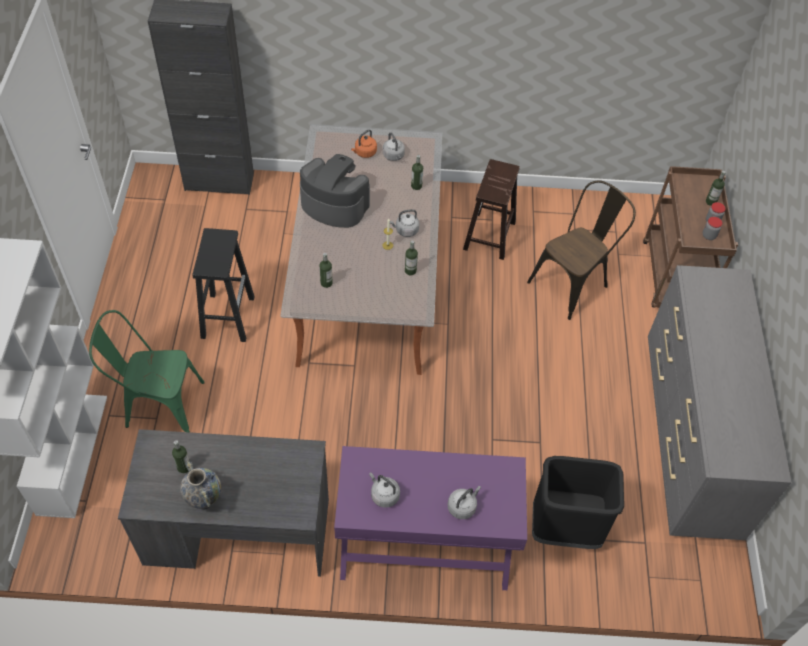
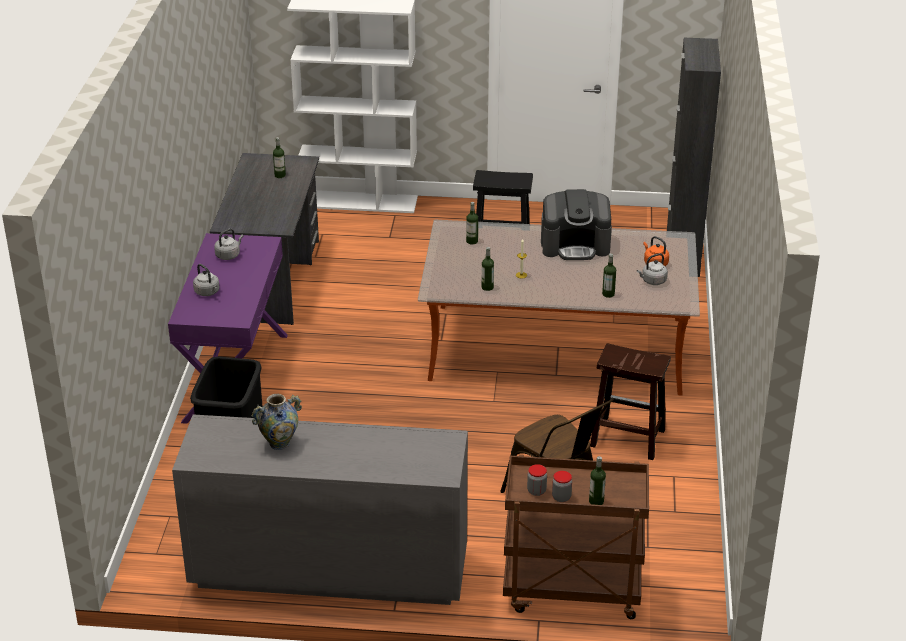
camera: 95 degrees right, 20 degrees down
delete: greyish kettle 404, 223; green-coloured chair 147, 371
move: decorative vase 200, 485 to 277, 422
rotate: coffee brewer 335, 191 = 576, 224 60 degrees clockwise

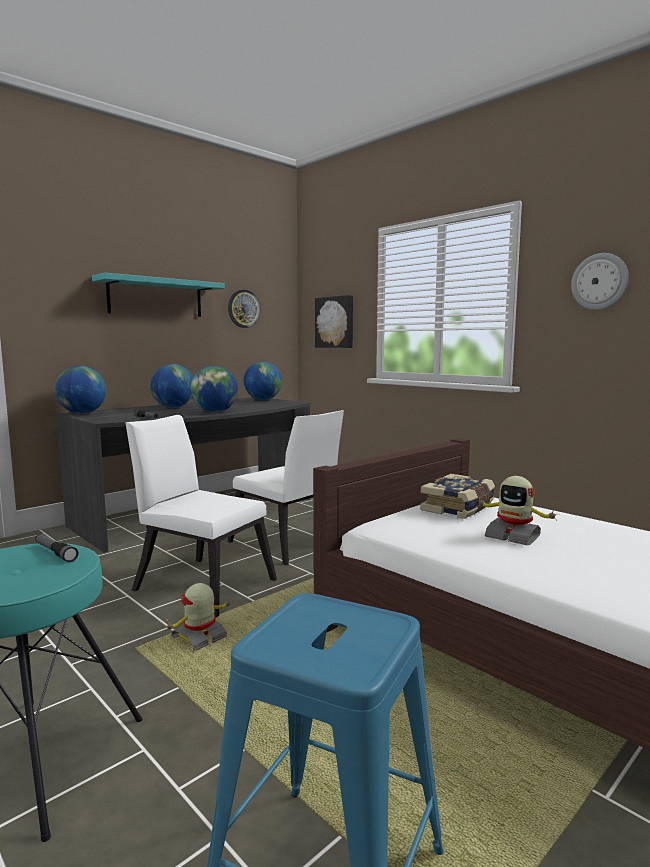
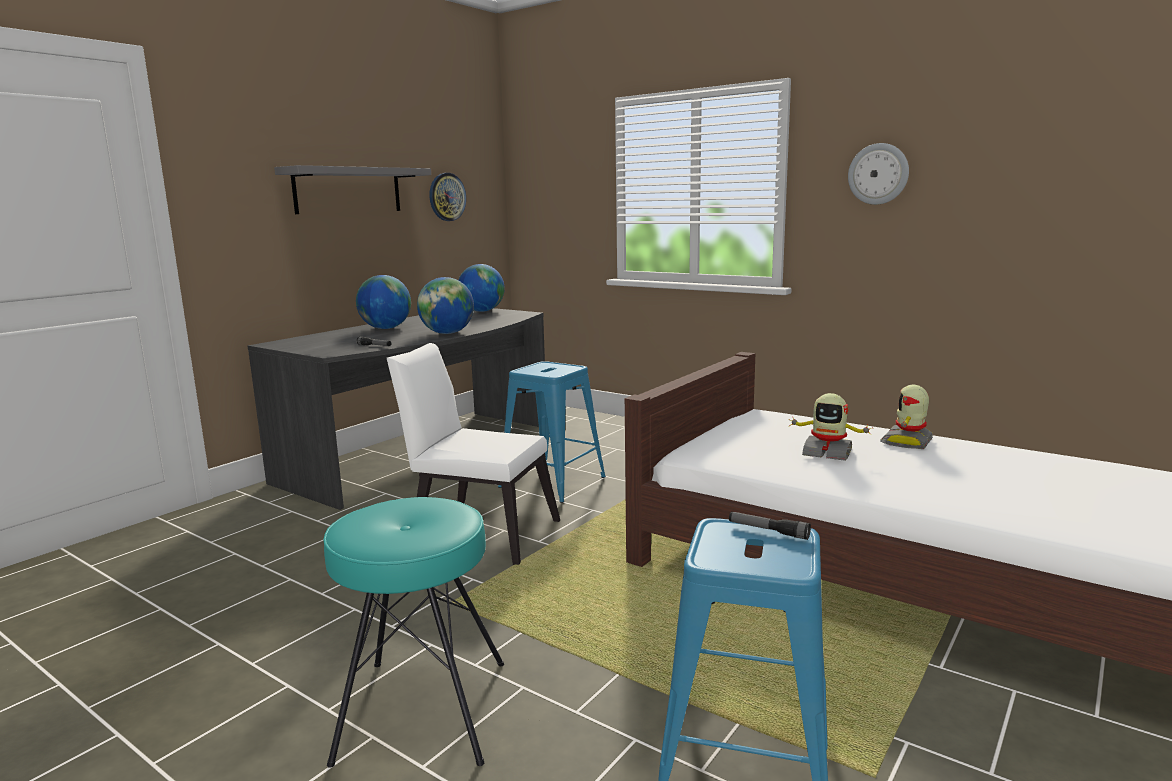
camera: 10 degrees left, 5 degrees up
delete: wall art 334, 321; world globe 81, 390; book 457, 496
move: torch 56, 548 to 770, 526; model robot 199, 617 to 906, 417
replace: white chair 285, 487 to blue-coloured sitting stool 552, 432
recolor: turquoise shelf 158, 295 to greyish shelf 352, 189

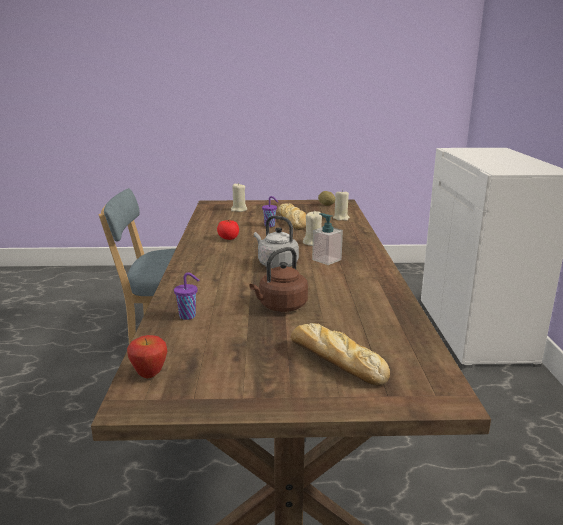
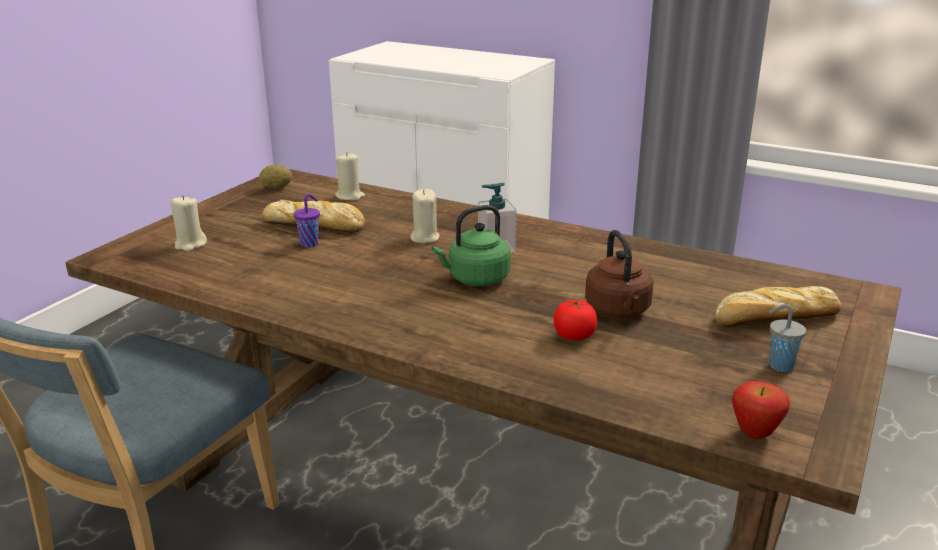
camera: 60 degrees left, 5 degrees up
delete: purple small cup 186, 296
insert: greyish small cup 787, 338
move: fresh tomato 228, 230 to 575, 319
recolor: greyish kettle 276, 241 to green-coloured kettle 470, 245

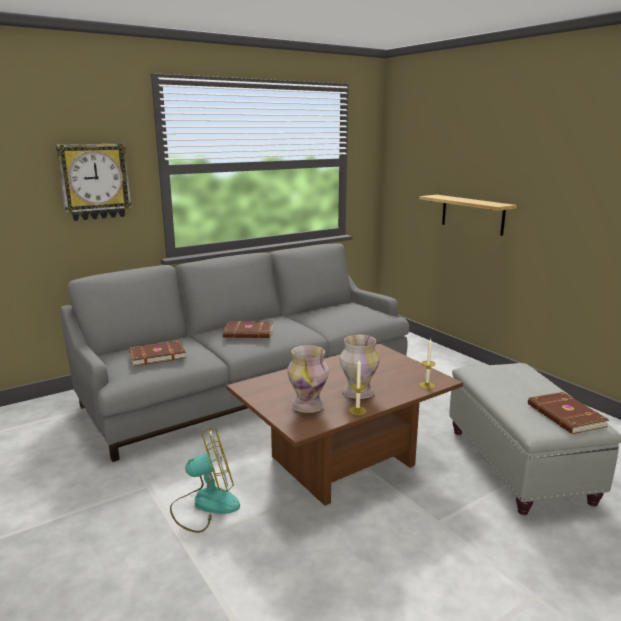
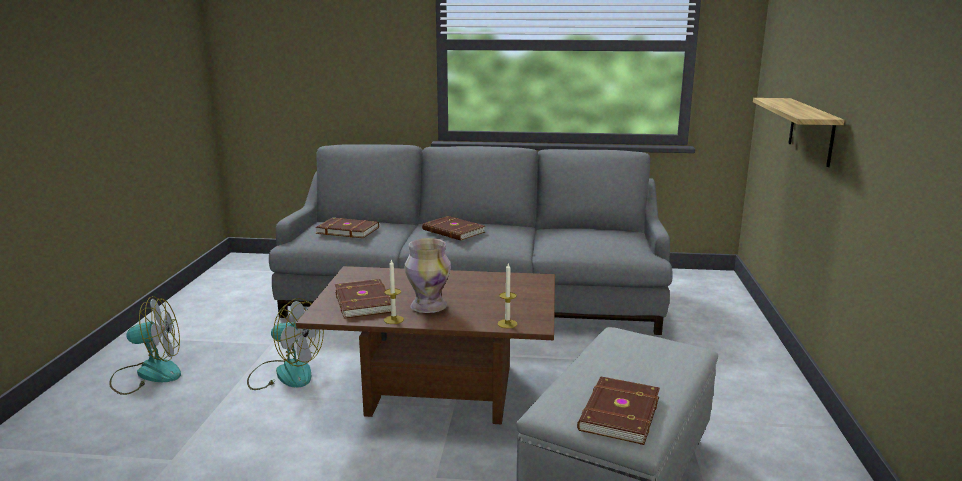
camera: 40 degrees right, 0 degrees up
delete: wall clock 94, 182
insert: electric fan 145, 345
replace: decorative vase 308, 379 to brown book 363, 299

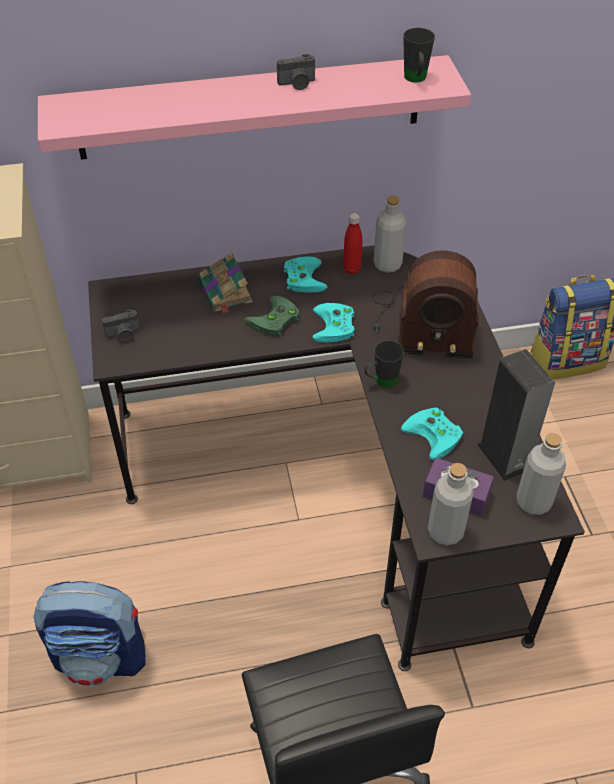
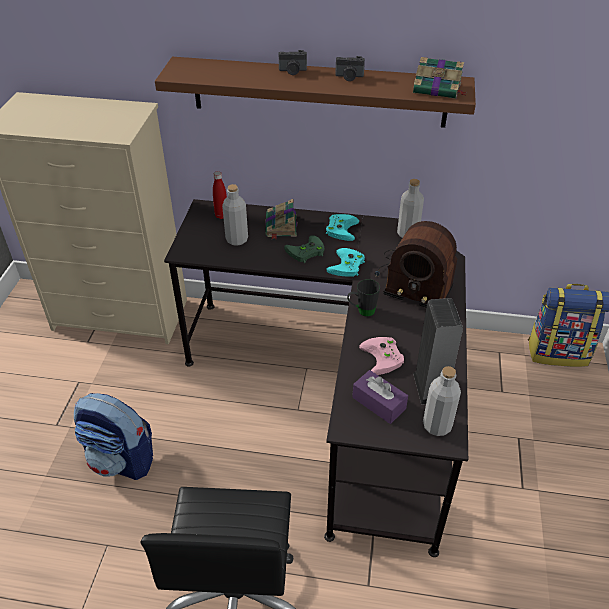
camera: 20 degrees right, 5 degrees down
move: reddish bottle 352, 243 to 220, 195; photo camera 121, 325 to 293, 62; greyish bottle 451, 504 to 235, 215
replace: black coffee mug 419, 55 to book 440, 78
recolor: pinkish shelf 254, 107 to brown shelf 315, 92; turquoise joypad 432, 434 to pinkish joypad 381, 356

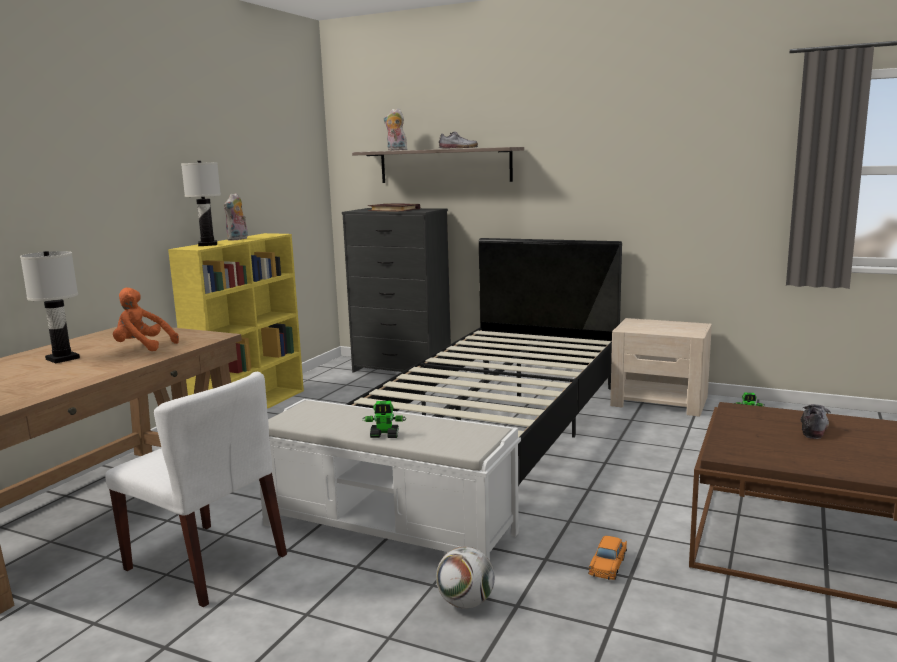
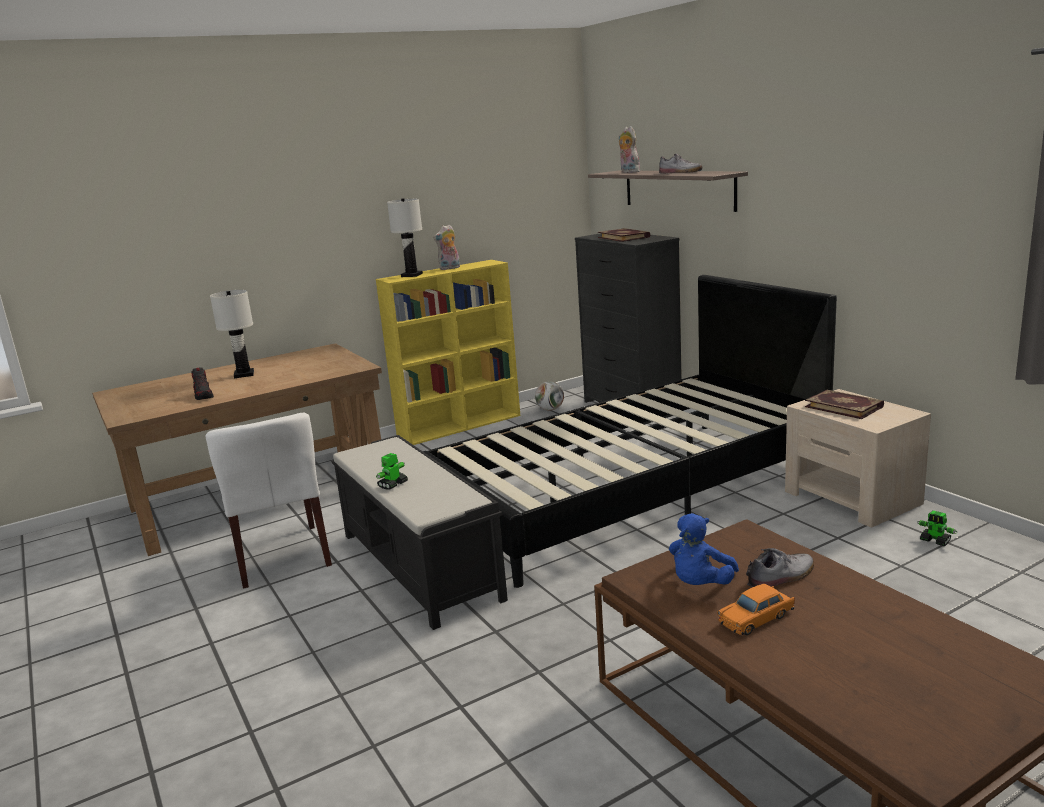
camera: 35 degrees right, 5 degrees up
delete: orangey plush toy 146, 319
insert: item of footwear 202, 383; book 844, 404; blue-coloured plush toy 704, 549
move: orangey model car 607, 558 to 756, 609; football ball 465, 578 to 549, 396
recolor: white indoor bench 390, 479 to black indoor bench 419, 532
rotate: model robot 384, 419 = 392, 471 90 degrees clockwise

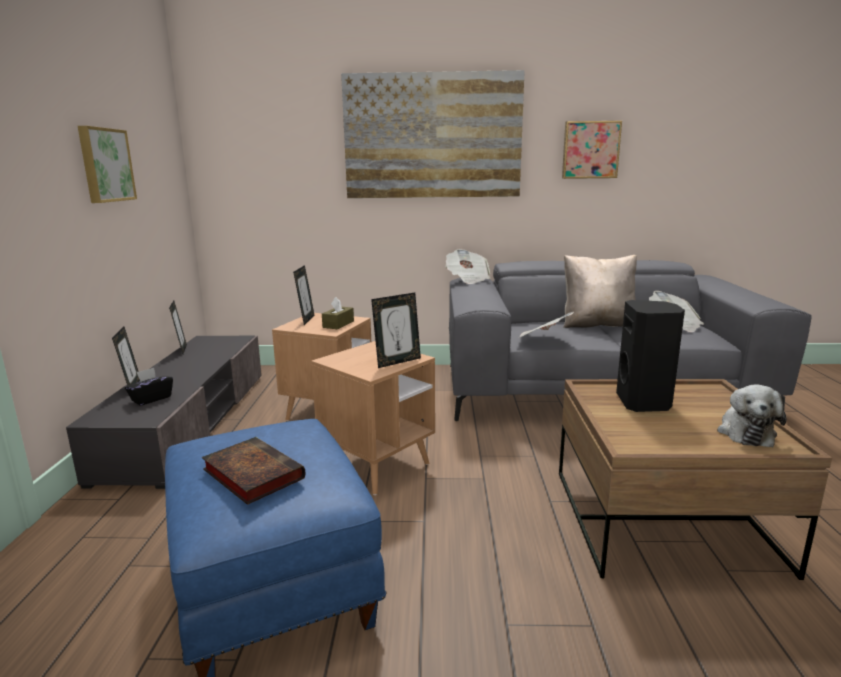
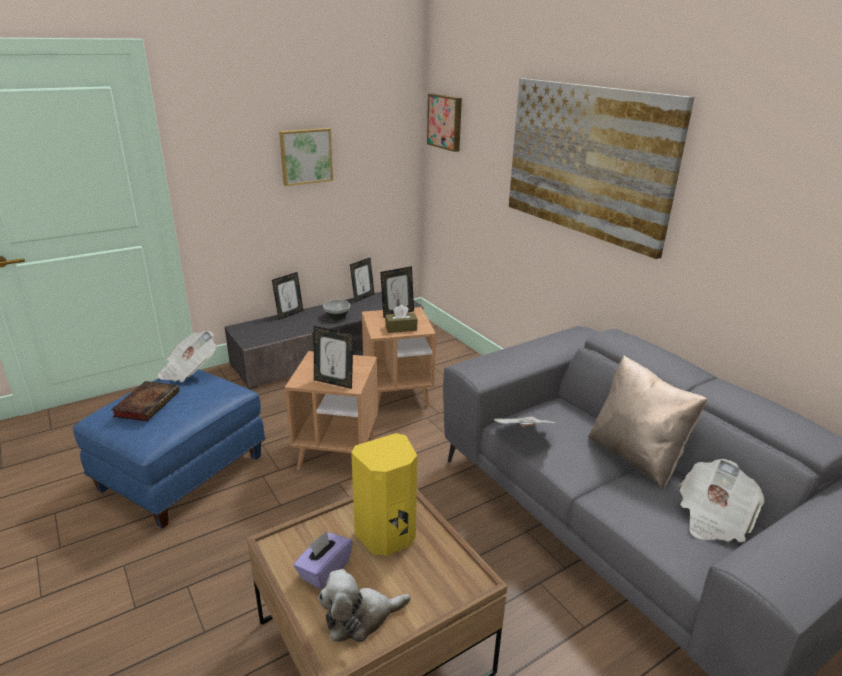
camera: 55 degrees right, 10 degrees up
delete: black tissue holder 149, 387
insert: serving bowl 336, 310; purple tissue holder 323, 559
move: wall art 592, 150 to 444, 122; daily paper 468, 266 to 187, 356
recolor: black speaker 650, 356 to yellowish speaker 384, 494

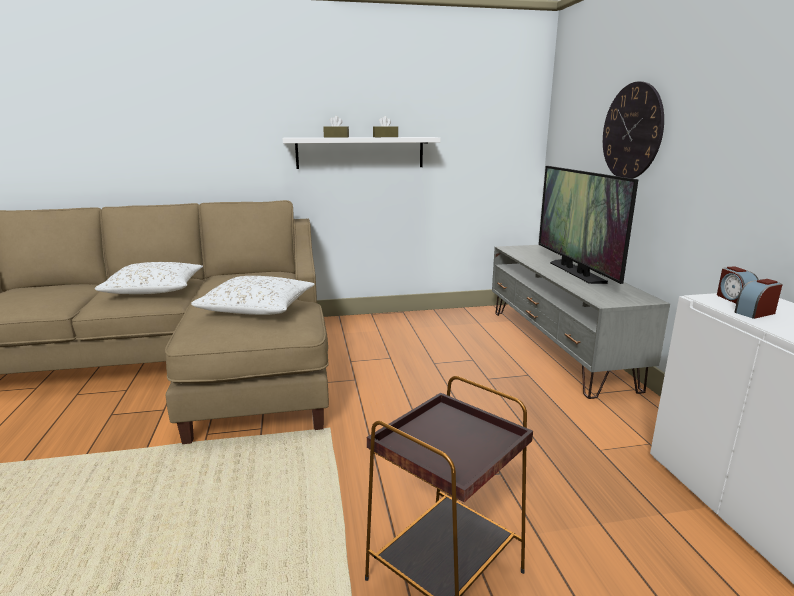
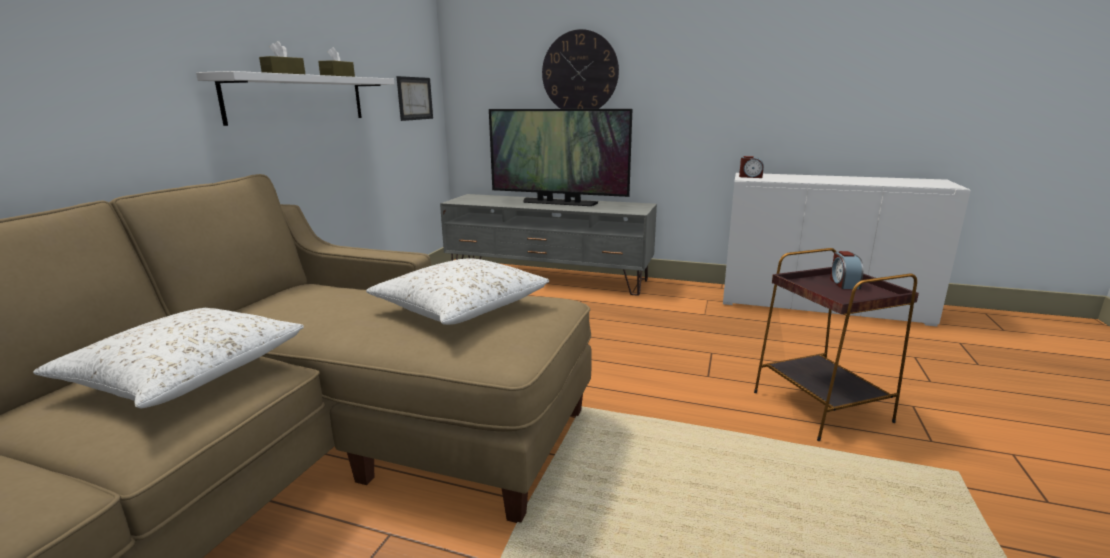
camera: 60 degrees left, 0 degrees up
insert: wall art 414, 98
move: alarm clock 759, 299 to 847, 270

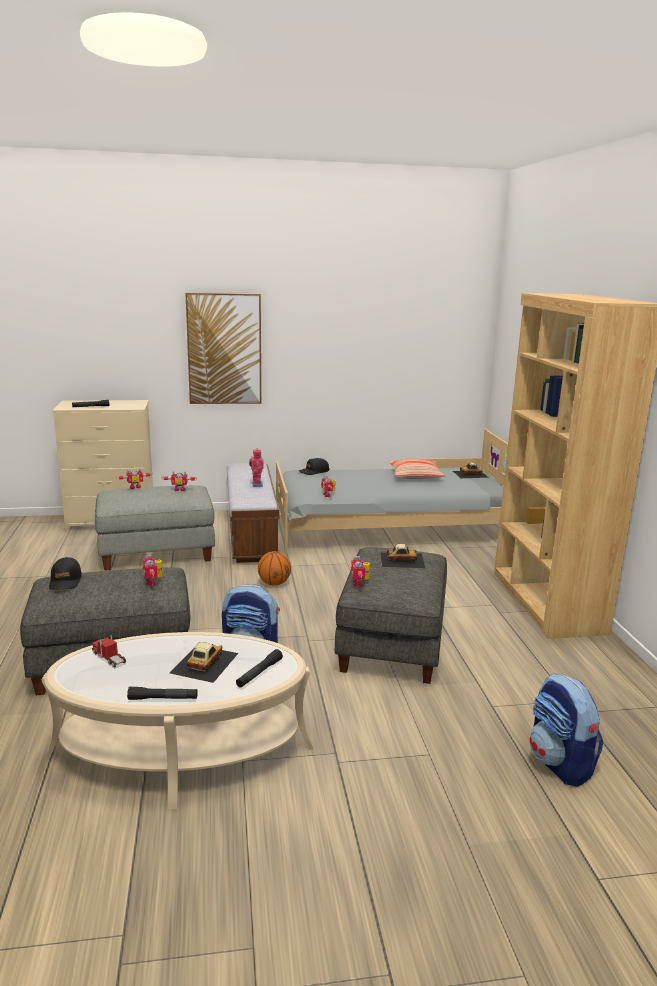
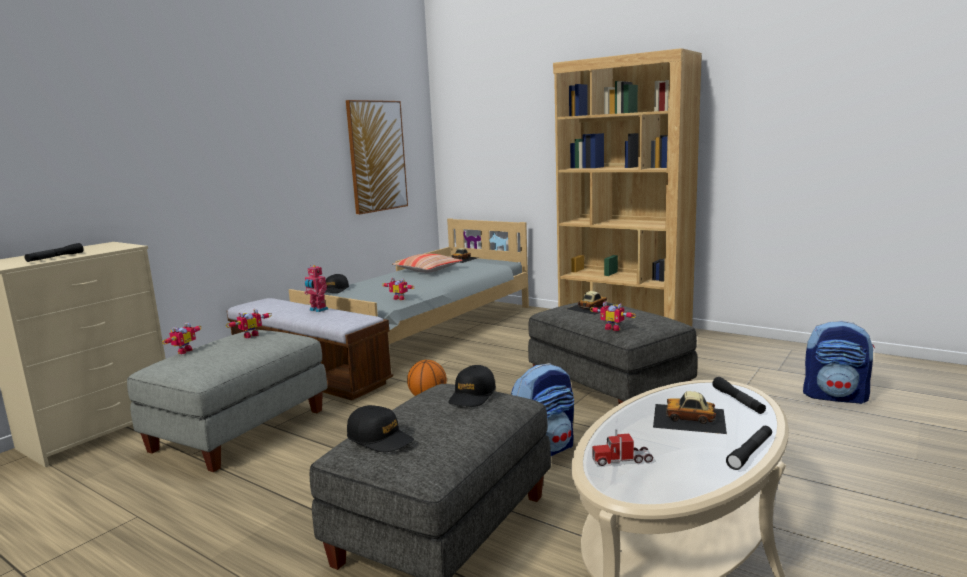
camera: 45 degrees left, 5 degrees down
move: wall art 223, 348 to 377, 157
replace: model robot 153, 570 to black baseball cap 472, 386
rotate: model car 204, 662 = 690, 412 45 degrees counterclockwise

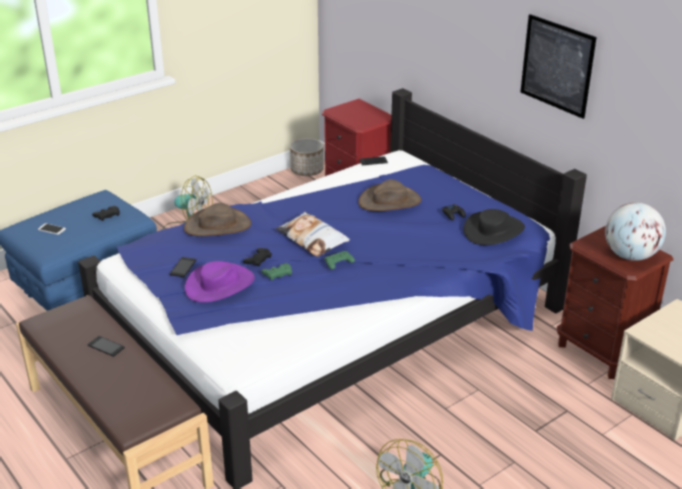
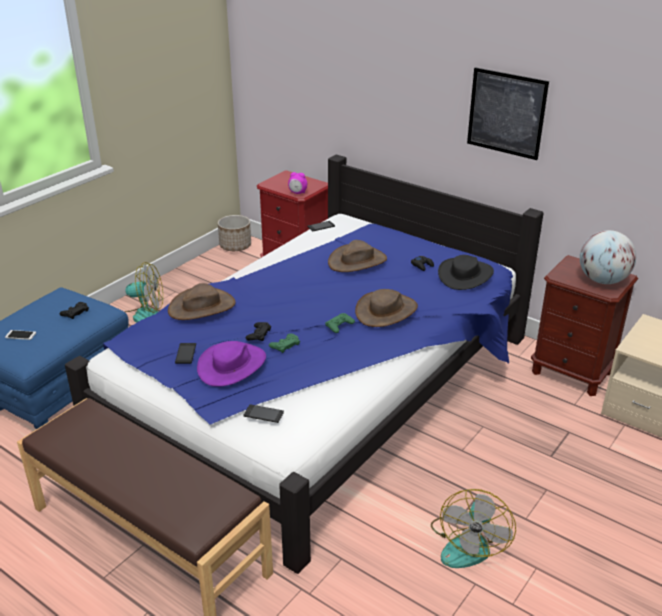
camera: 15 degrees left, 0 degrees up
delete: throw pillow 313, 234
insert: alarm clock 297, 183; brown clothing hat 386, 308
move: phone 106, 346 to 264, 413

